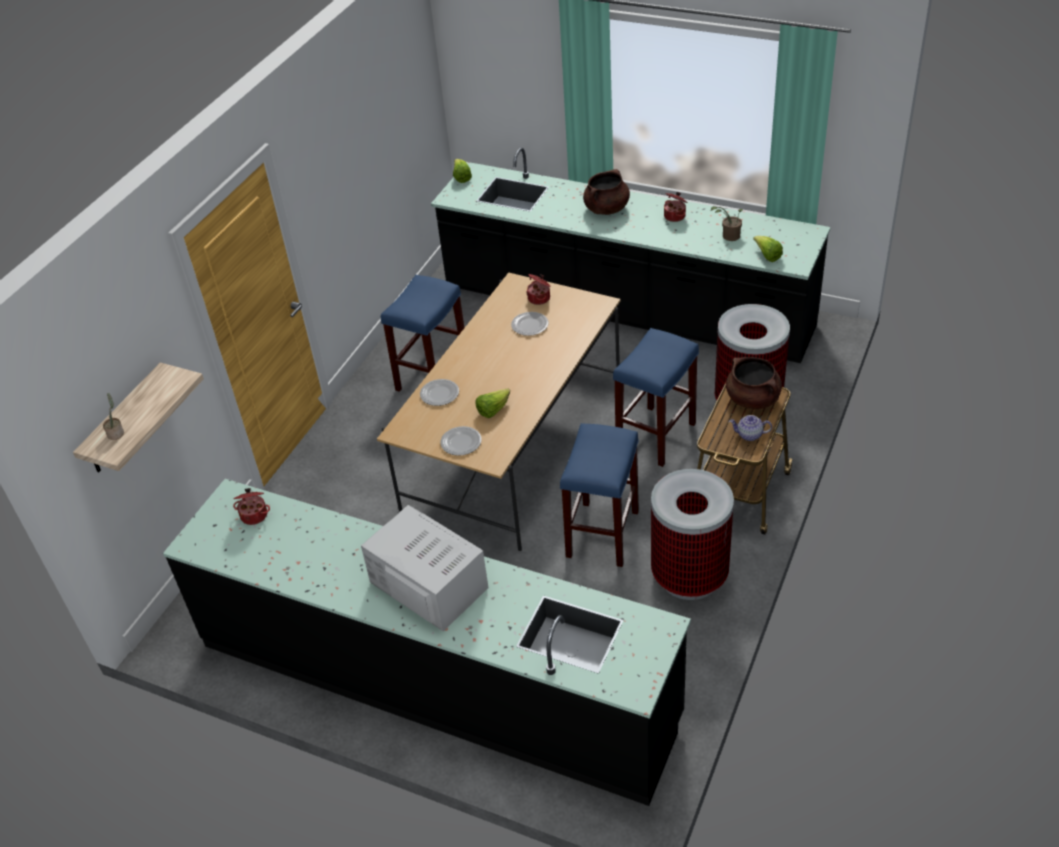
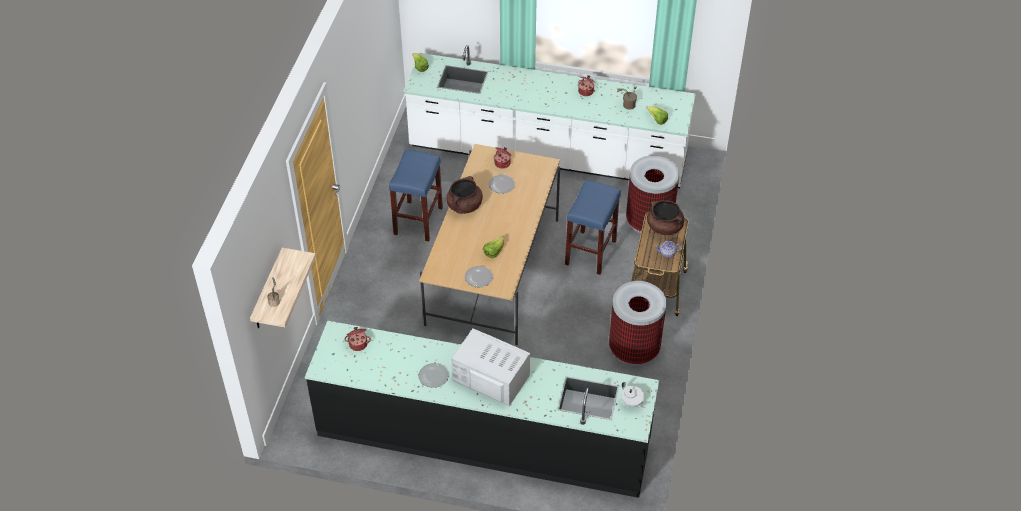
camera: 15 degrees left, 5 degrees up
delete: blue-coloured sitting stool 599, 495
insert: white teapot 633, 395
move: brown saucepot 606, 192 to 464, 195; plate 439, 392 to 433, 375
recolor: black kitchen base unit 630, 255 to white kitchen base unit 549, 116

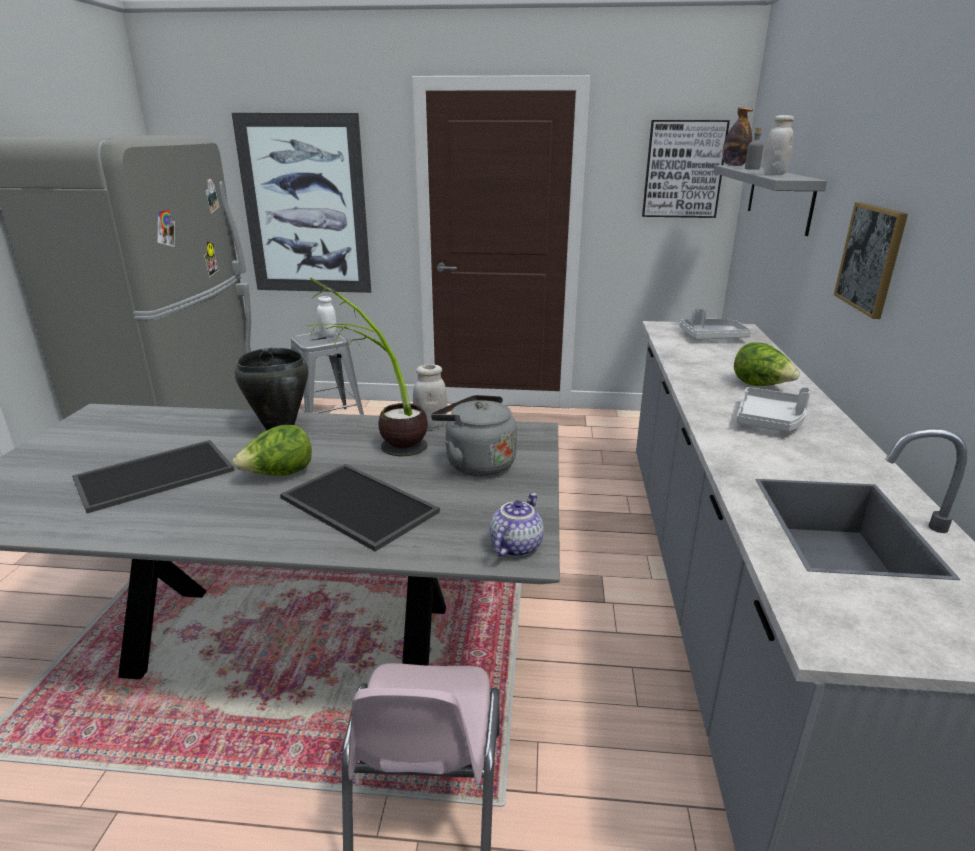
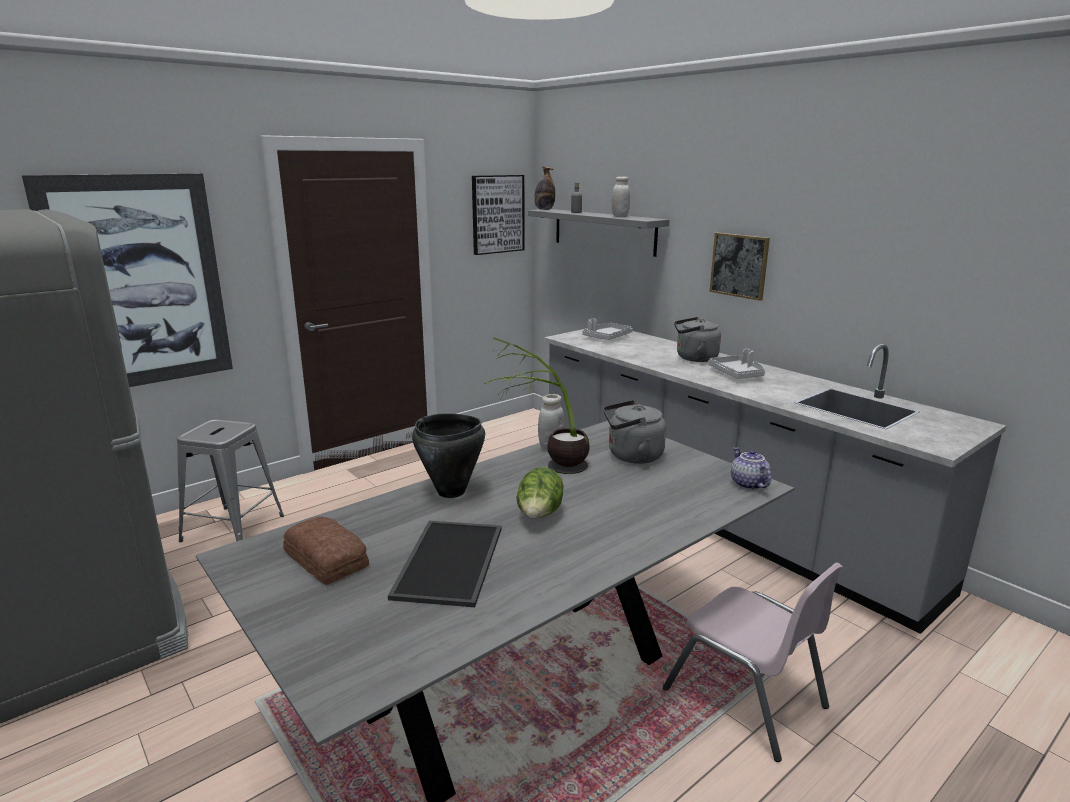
camera: 45 degrees left, 5 degrees down
delete: white preserve jar 327, 316; serving tray 360, 508
insert: bread 326, 551
replace: lettuce 767, 364 to greyish kettle 697, 339

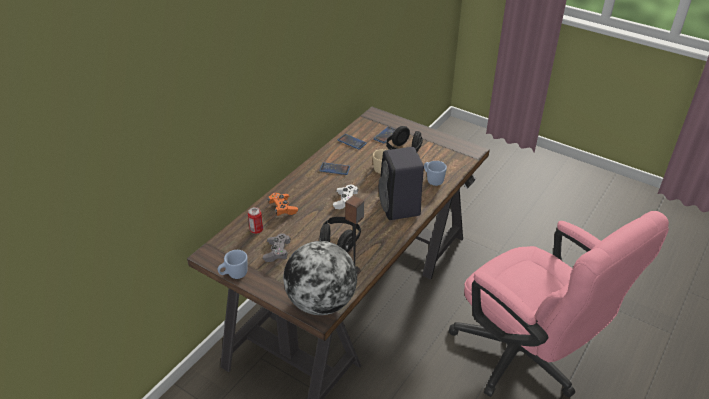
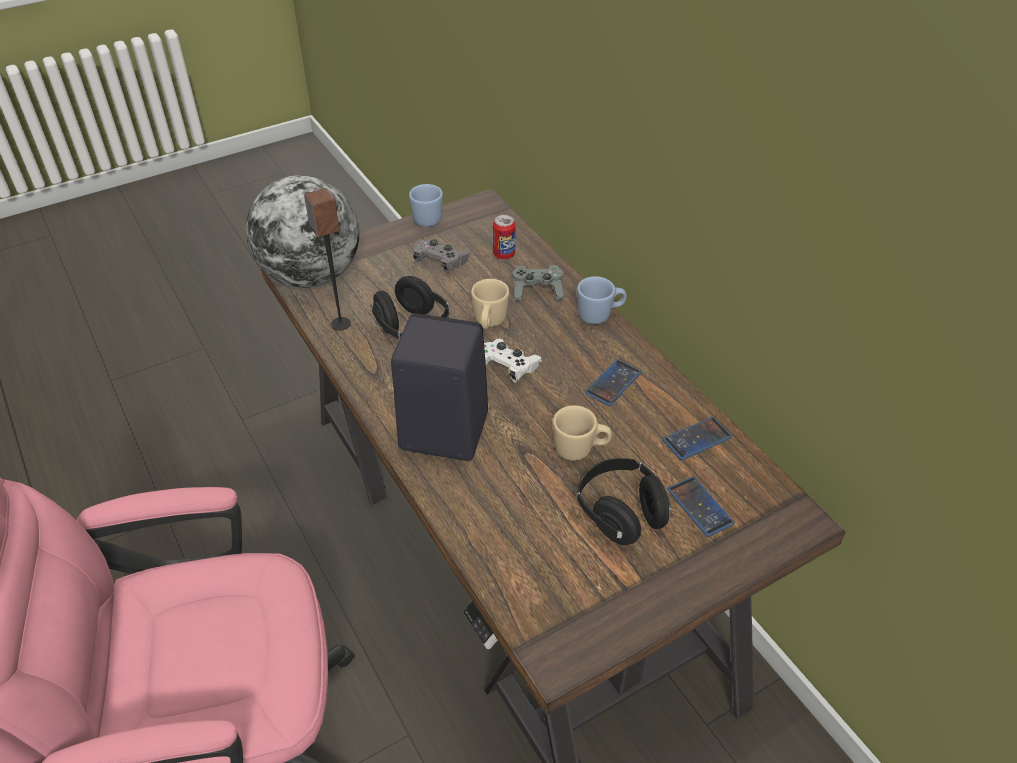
camera: 115 degrees right, 5 degrees up
insert: beige-coloured coffee mug 490, 304
move: blue-coloured coffee mug 435, 173 to 602, 300
recolor: orangey joypad 283, 204 to greyish joypad 538, 283

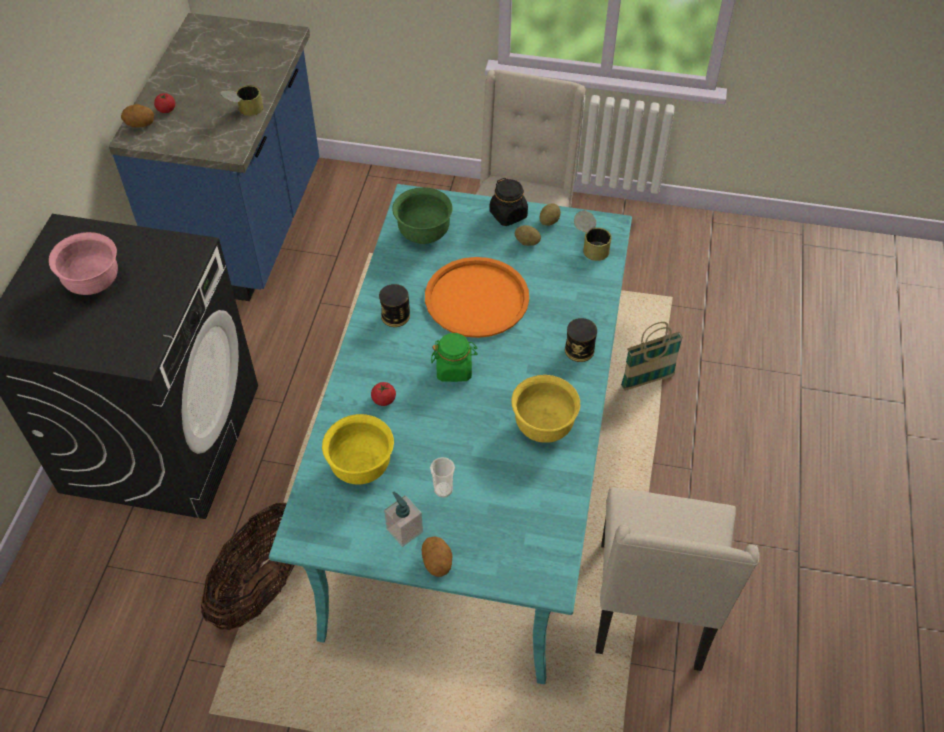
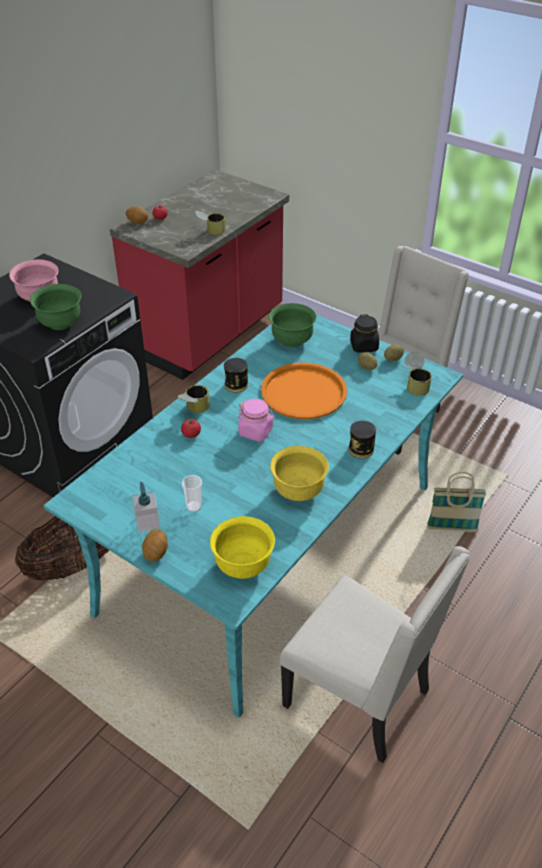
camera: 25 degrees right, 10 degrees down
insert: green-coloured serving bowl 55, 307; metal can 194, 399
move: yellowish serving bowl 358, 449 to 242, 547
recolor: blue-coloured kitchen base unit 214, 157 to reddish kitchen base unit 199, 274; green-coloured preserve jar 454, 357 to pinkish preserve jar 256, 420
rotate: beige-coloured chair 677, 579 = 375, 654 90 degrees counterclockwise

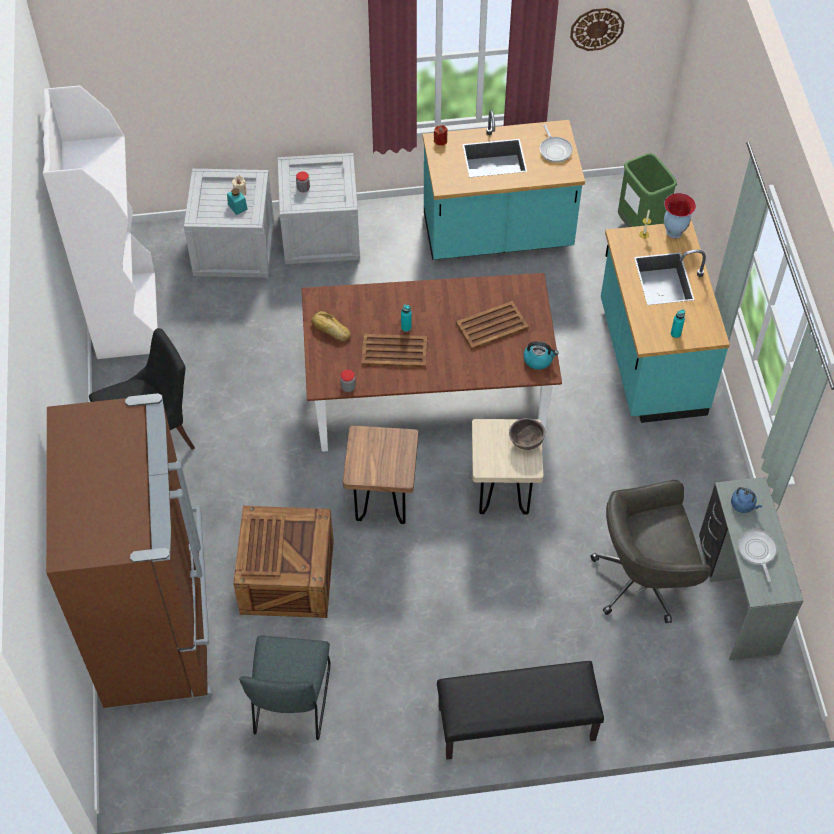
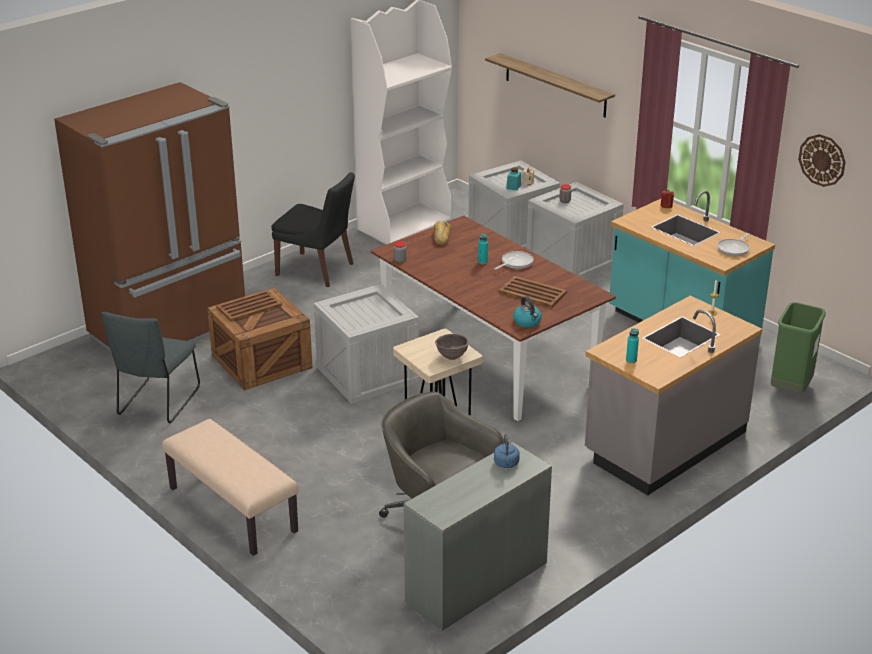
camera: 55 degrees right, 25 degrees down
delete: decorative vase 680, 215; brown serving tray 394, 351
insert: shelf 550, 85
move: pan 757, 556 to 513, 260
replace: brown sitting stool 380, 474 to packing crate 366, 344
recolor: turquoise kitchen base unit 665, 322 to greyish kitchen base unit 674, 395; black indoor bench 520, 710 to beige-coloured indoor bench 230, 487
rotate: greyish chair 284, 687 = 150, 367 45 degrees counterclockwise

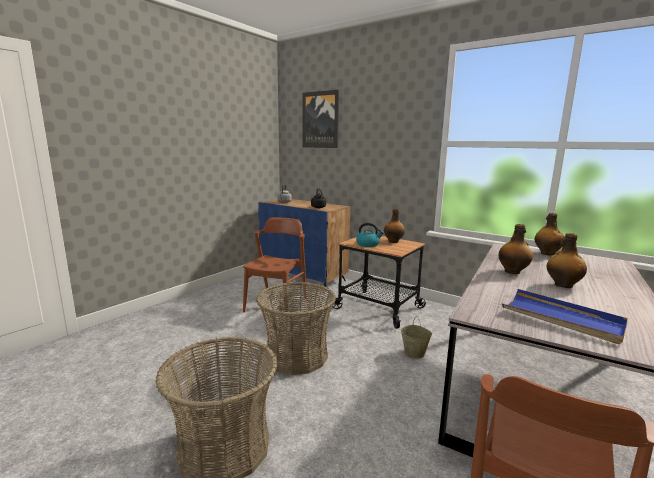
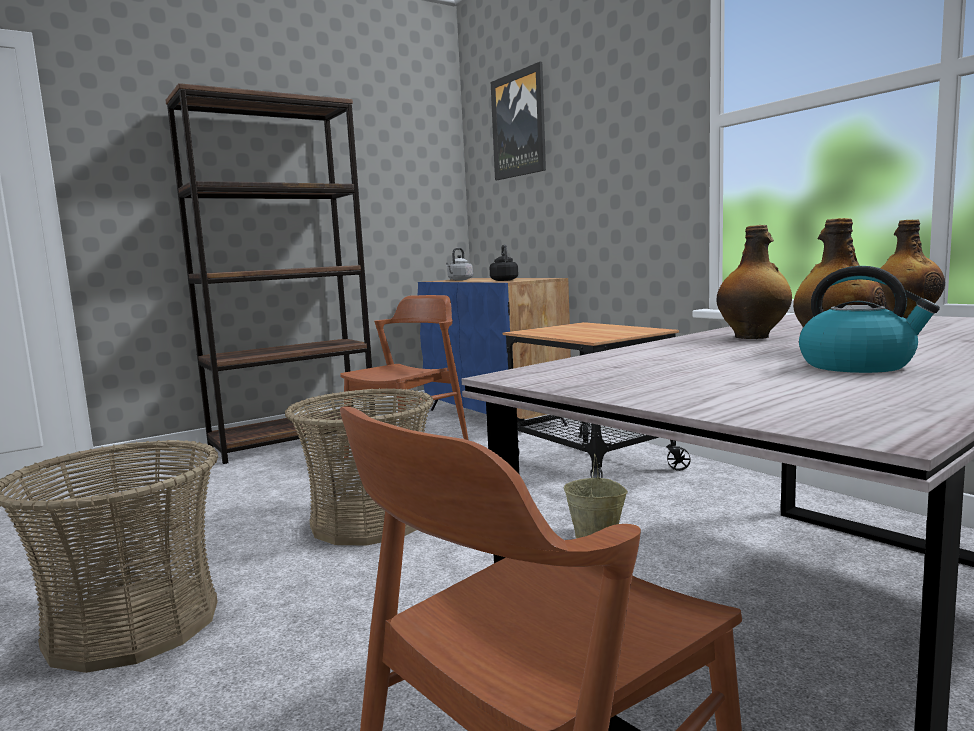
camera: 20 degrees right, 5 degrees down
delete: bottle 394, 226; blue-coloured serving tray 565, 316
insert: brown bookshelf 270, 273
move: kettle 370, 234 to 869, 319

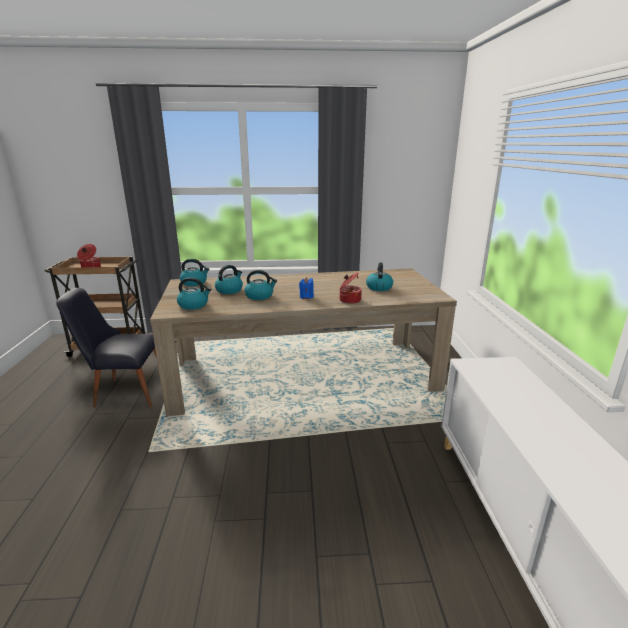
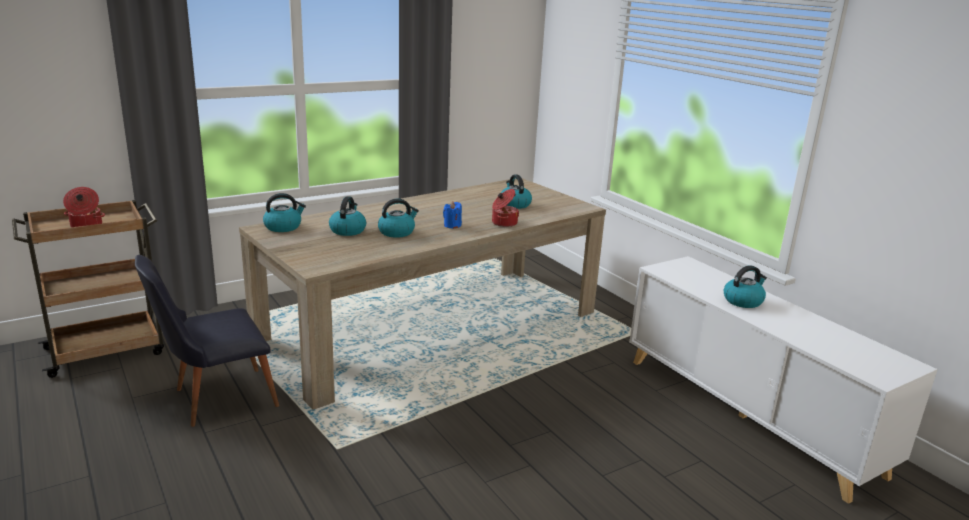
camera: 30 degrees left, 0 degrees up
move: kettle 194, 293 to 745, 286

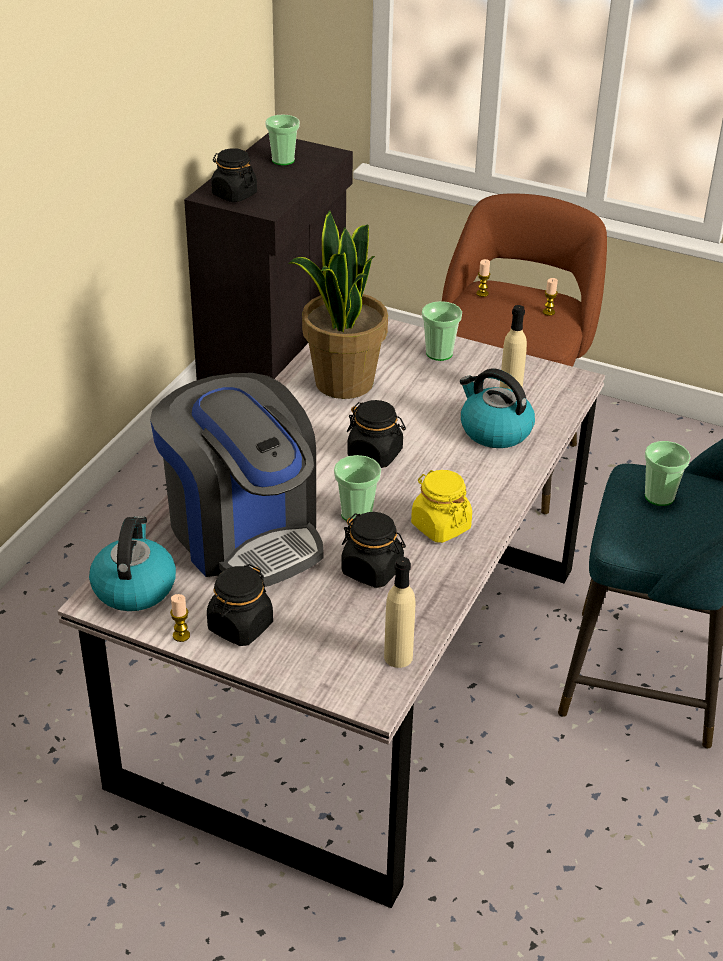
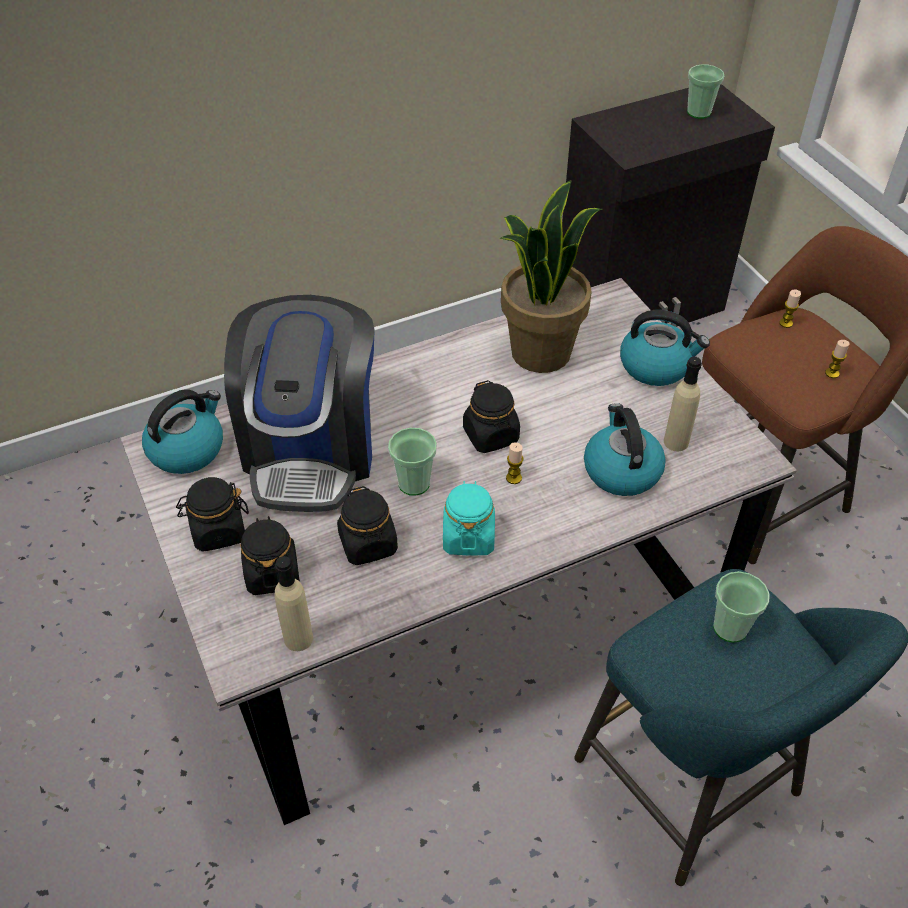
camera: 40 degrees right, 10 degrees up
move: black preserve jar 234, 175 to 270, 555; candle 180, 618 to 515, 463
replace: small cup 442, 331 to kettle 665, 348
recolor: yellowish preserve jar 441, 506 to turquoise preserve jar 469, 518

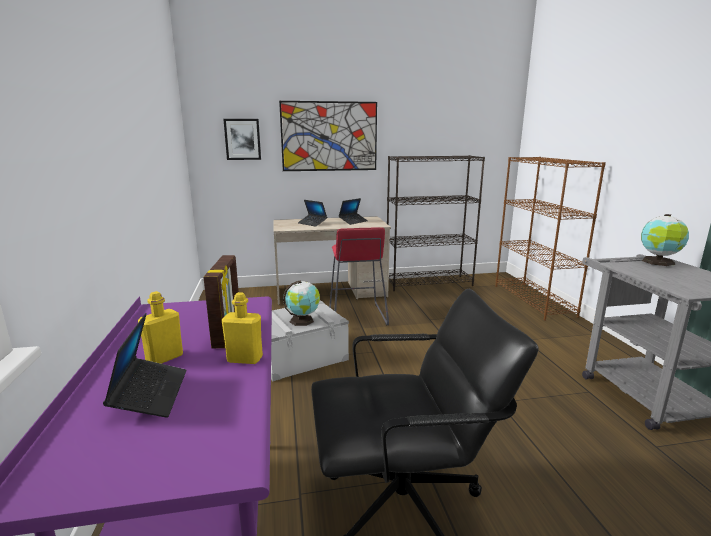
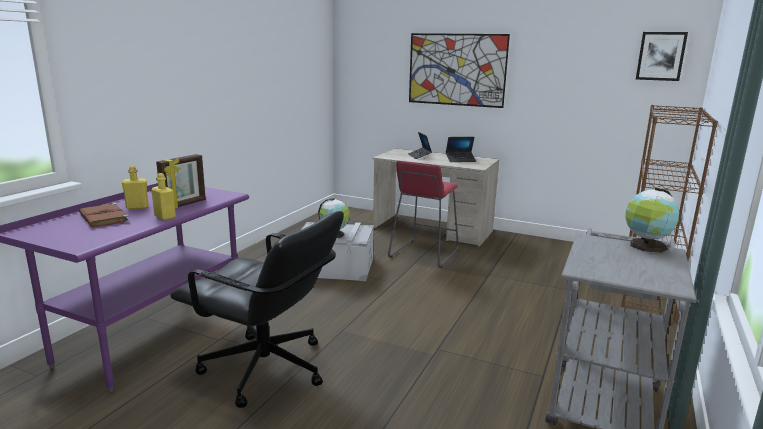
camera: 35 degrees right, 0 degrees up
delete: black bookshelf 436, 223
move: wall art 242, 139 to 662, 56
replace: laptop 144, 365 to brown book 104, 215

